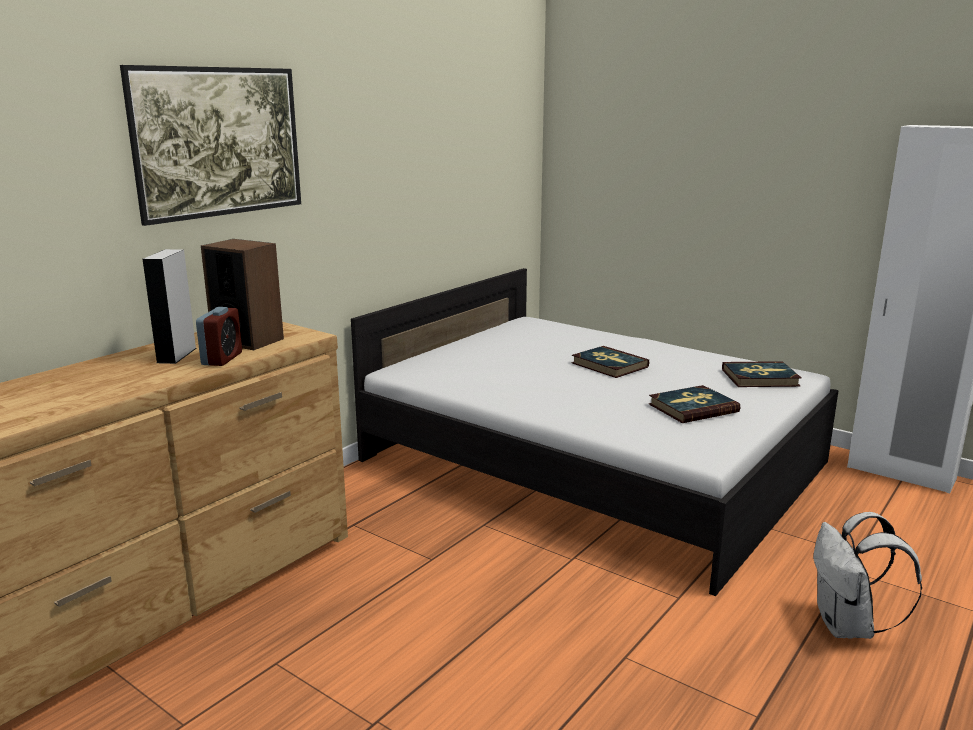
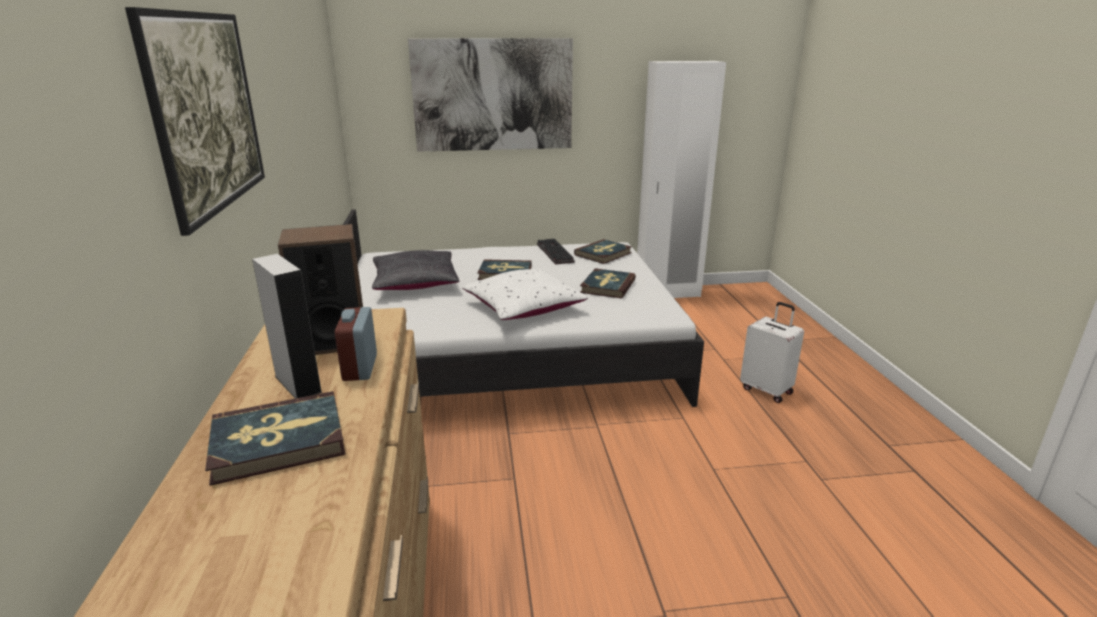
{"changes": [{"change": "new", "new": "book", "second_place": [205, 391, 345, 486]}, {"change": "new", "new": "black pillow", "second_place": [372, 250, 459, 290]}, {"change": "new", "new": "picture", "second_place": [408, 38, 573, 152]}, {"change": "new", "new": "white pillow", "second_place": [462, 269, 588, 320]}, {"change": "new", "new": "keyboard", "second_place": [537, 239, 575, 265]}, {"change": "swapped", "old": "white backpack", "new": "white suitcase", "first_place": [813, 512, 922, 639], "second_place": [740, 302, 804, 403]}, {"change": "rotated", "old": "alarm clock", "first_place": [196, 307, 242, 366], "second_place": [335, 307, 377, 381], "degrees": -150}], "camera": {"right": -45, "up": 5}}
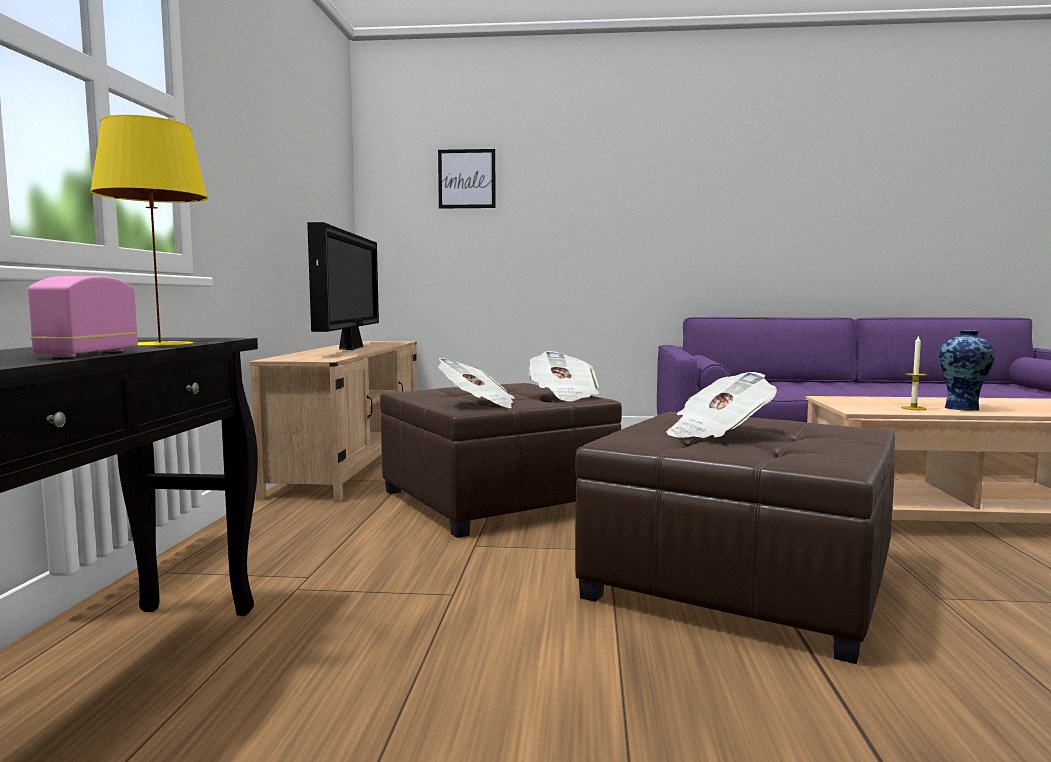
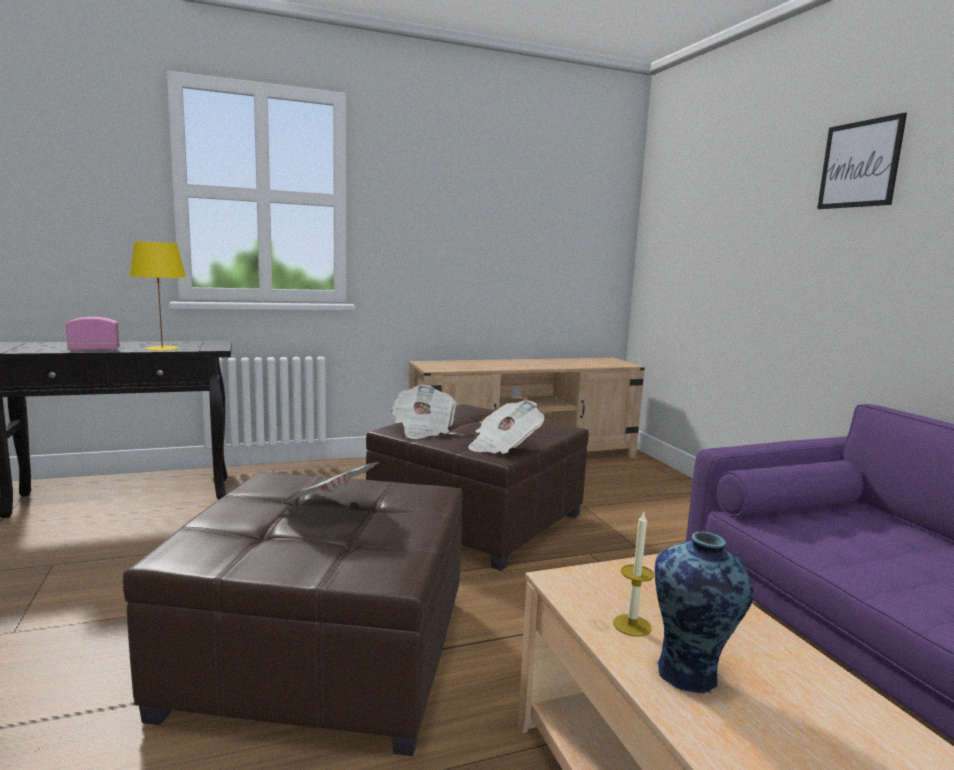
{"changes": [{"change": "gone", "old": "television", "first_place": [307, 222, 379, 350]}, {"change": "shifted", "old": "picture", "first_place": [438, 149, 496, 209], "second_place": [817, 113, 907, 209]}], "camera": {"right": 65, "up": 5}}
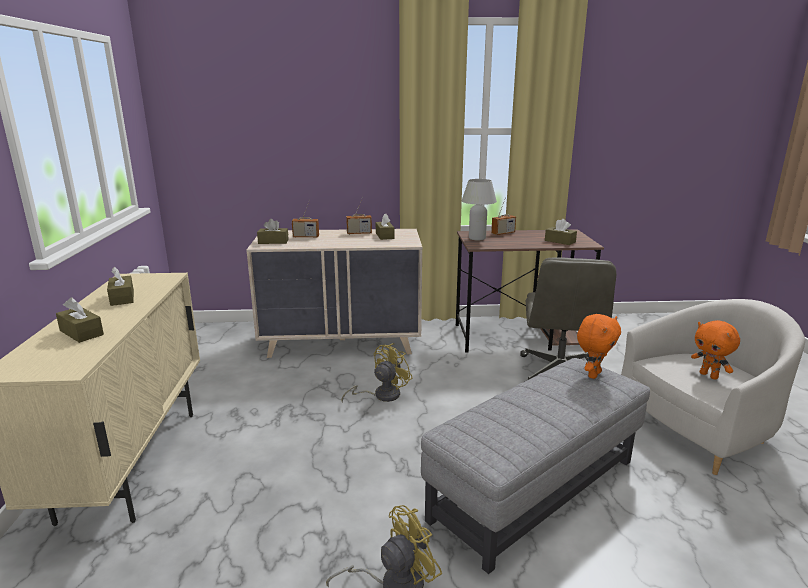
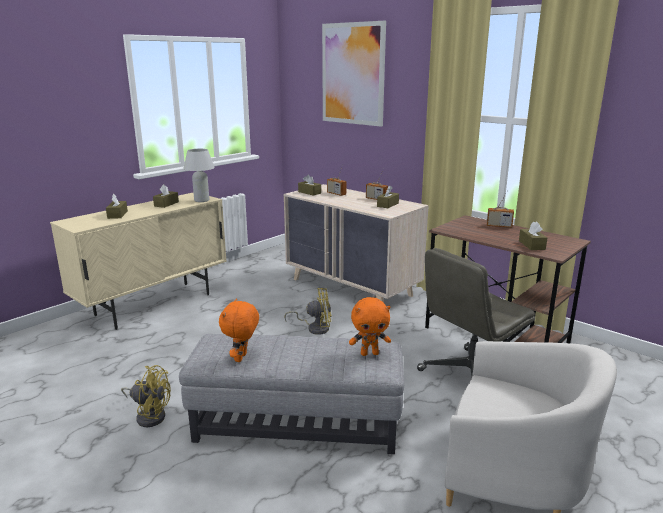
{"changes": [{"change": "new", "new": "picture", "second_place": [322, 21, 386, 126]}, {"change": "shifted", "old": "white table lamp", "first_place": [462, 179, 497, 240], "second_place": [183, 149, 215, 202]}, {"change": "shifted", "old": "orange plush toy", "first_place": [691, 320, 740, 380], "second_place": [219, 298, 259, 362]}], "camera": {"right": 45, "up": 0}}
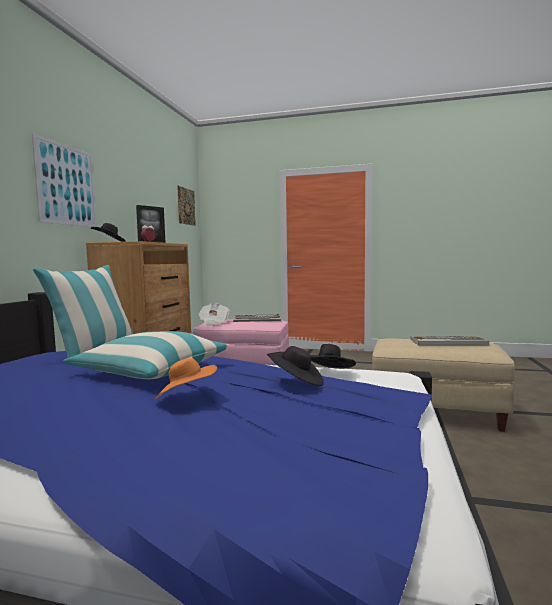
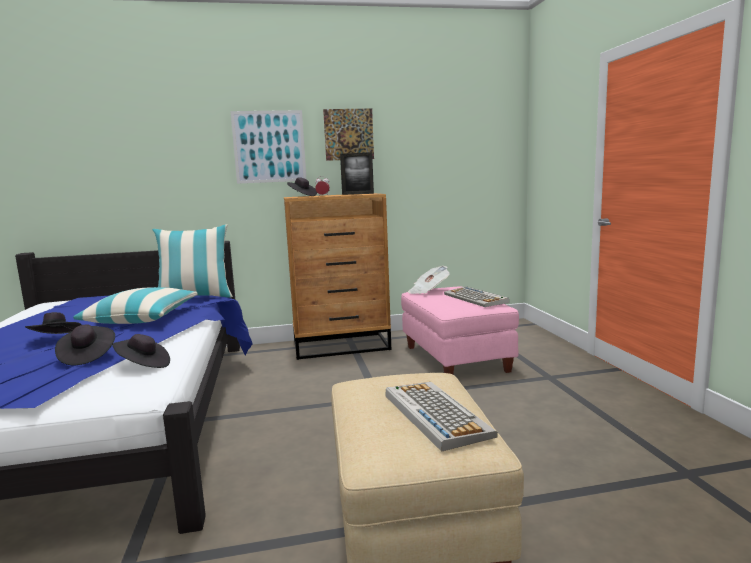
{"changes": [{"change": "shifted", "old": "picture", "first_place": [177, 186, 196, 226], "second_place": [323, 108, 374, 161]}, {"change": "repainted", "old": "orange hat", "new": "black hat", "first_place": [154, 358, 217, 400], "second_place": [25, 312, 82, 334]}], "camera": {"right": 65, "up": 5}}
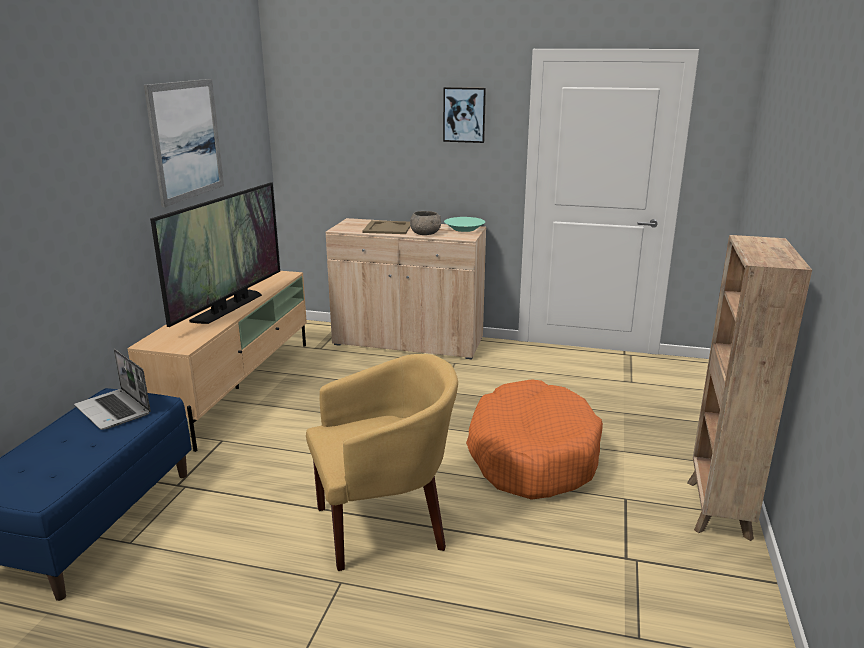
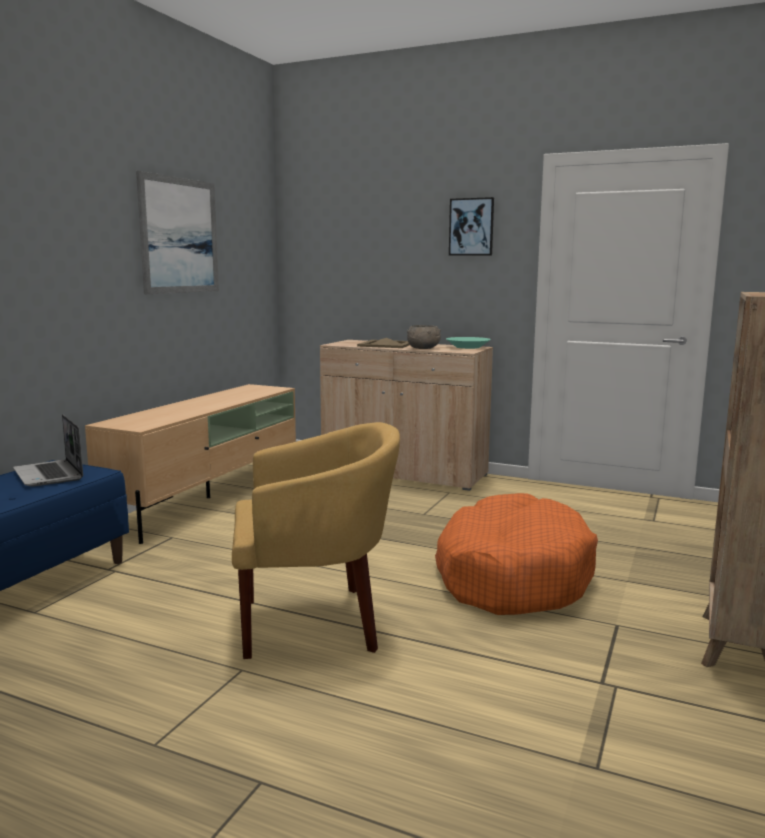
{"changes": [{"change": "gone", "old": "television", "first_place": [150, 182, 280, 327]}], "camera": {"right": 10, "up": -10}}
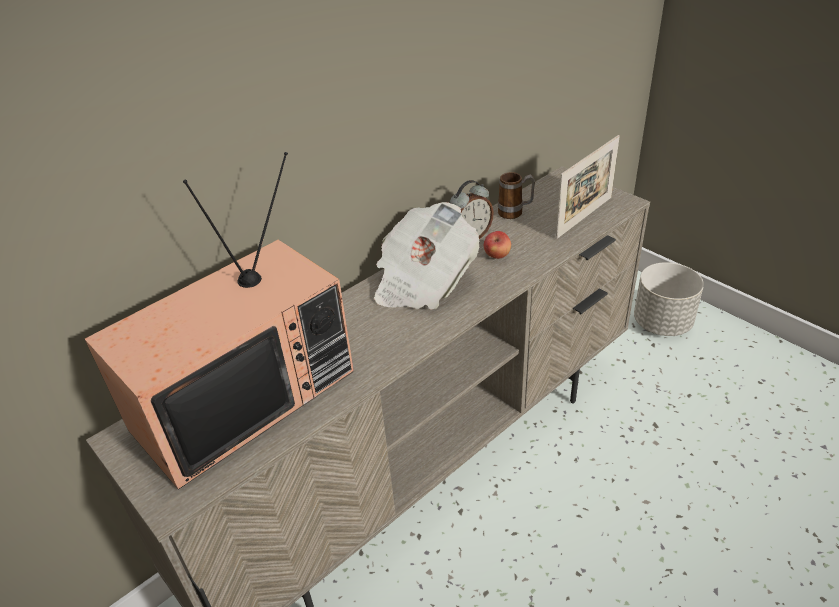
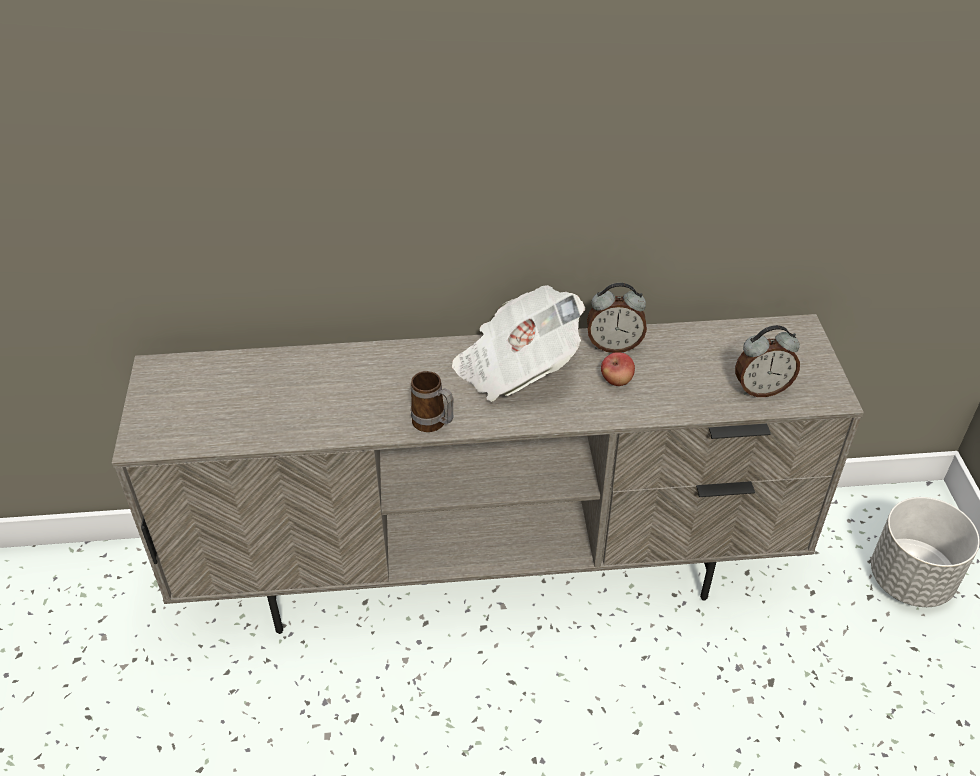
{"changes": [{"change": "gone", "old": "television", "first_place": [85, 152, 354, 490]}, {"change": "shifted", "old": "mug", "first_place": [498, 172, 535, 219], "second_place": [411, 371, 454, 432]}, {"change": "swapped", "old": "picture frame", "new": "alarm clock", "first_place": [556, 135, 620, 239], "second_place": [735, 325, 800, 397]}], "camera": {"right": 35, "up": 5}}
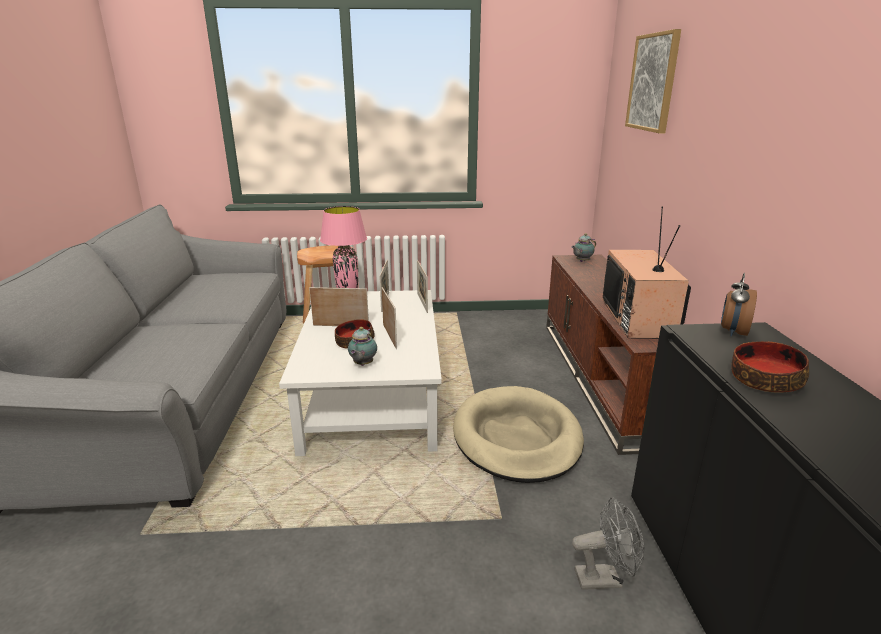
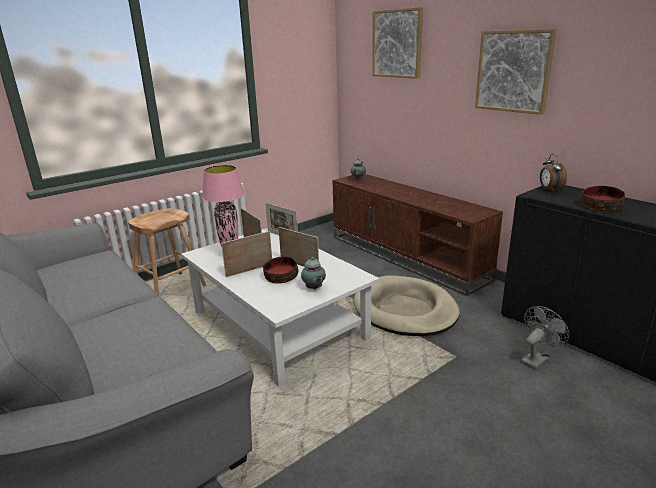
{"changes": [{"change": "gone", "old": "television", "first_place": [602, 206, 691, 339]}, {"change": "new", "new": "picture", "second_place": [475, 29, 557, 115]}], "camera": {"right": -35, "up": 0}}
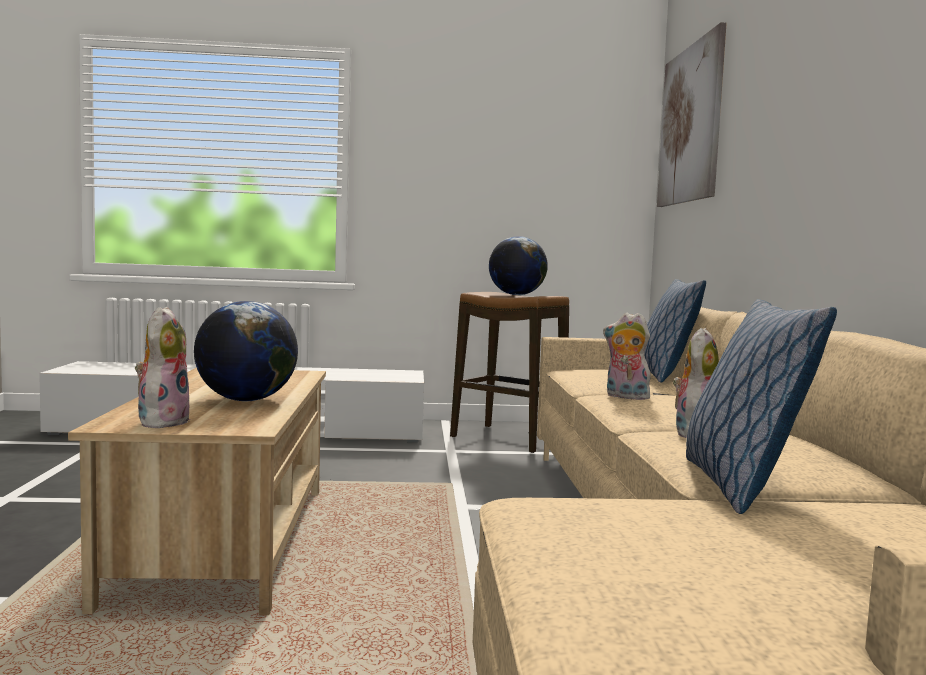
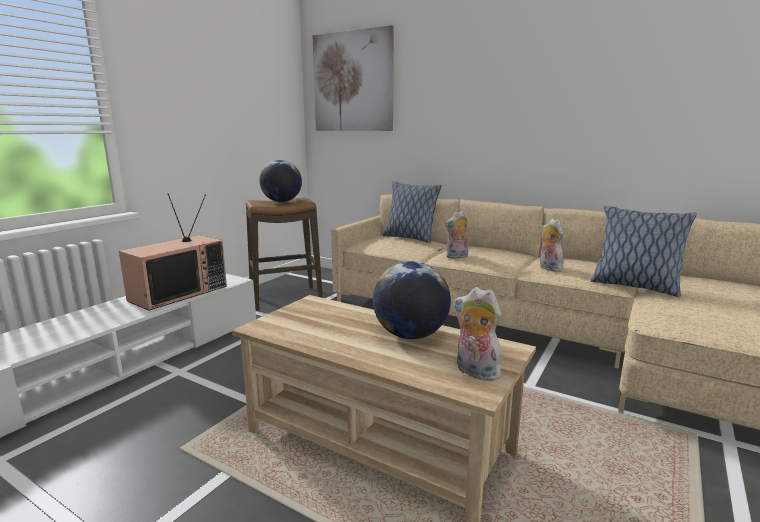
{"changes": [{"change": "new", "new": "television", "second_place": [119, 193, 227, 311]}], "camera": {"right": -55, "up": 10}}
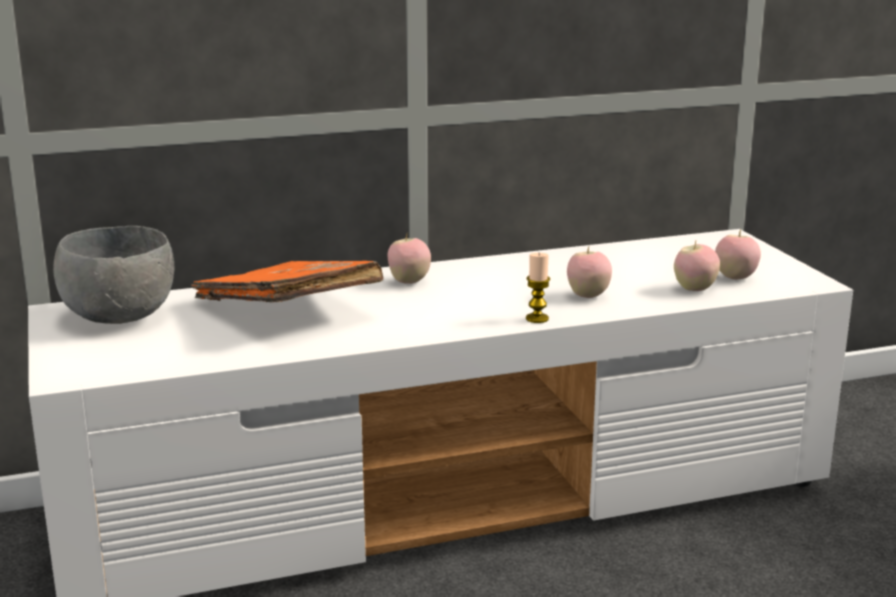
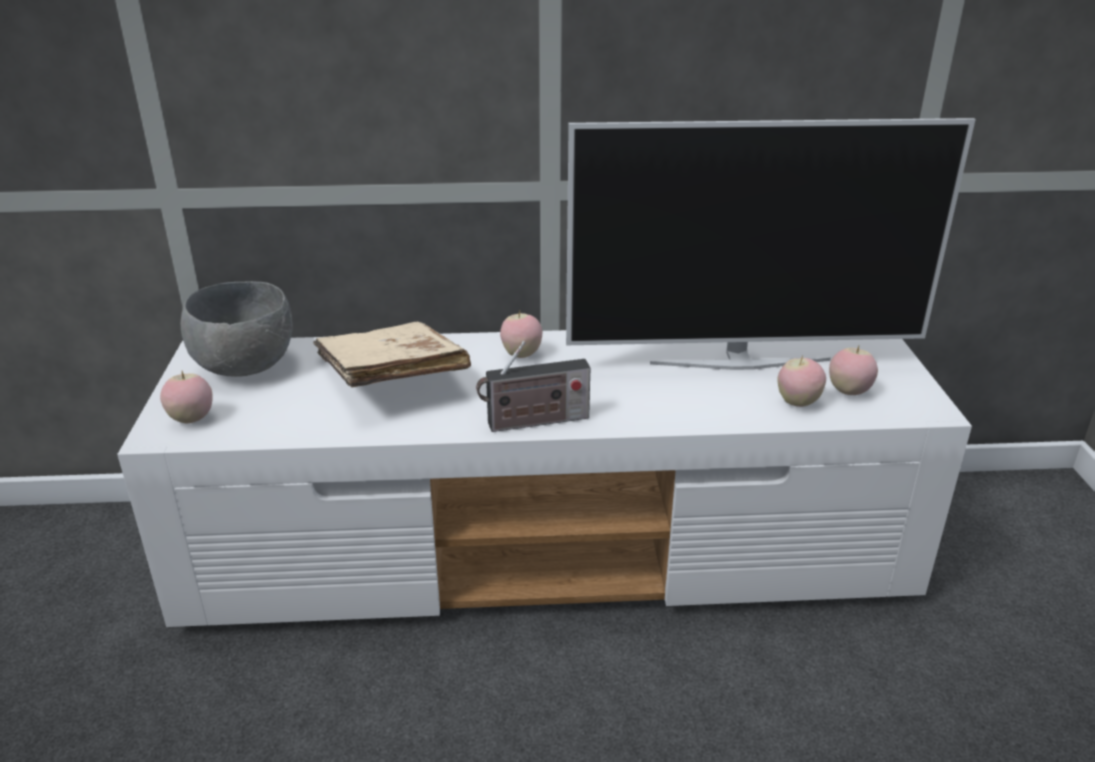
{"changes": [{"change": "gone", "old": "candle", "first_place": [526, 253, 550, 323]}, {"change": "new", "new": "radio", "second_place": [476, 341, 590, 432]}, {"change": "new", "new": "television", "second_place": [566, 118, 976, 370]}, {"change": "shifted", "old": "apple", "first_place": [567, 247, 612, 298], "second_place": [160, 371, 213, 423]}, {"change": "repainted", "old": "orange book", "new": "beige book", "first_place": [191, 261, 384, 303], "second_place": [313, 322, 471, 388]}], "camera": {"right": 15, "up": 10}}
